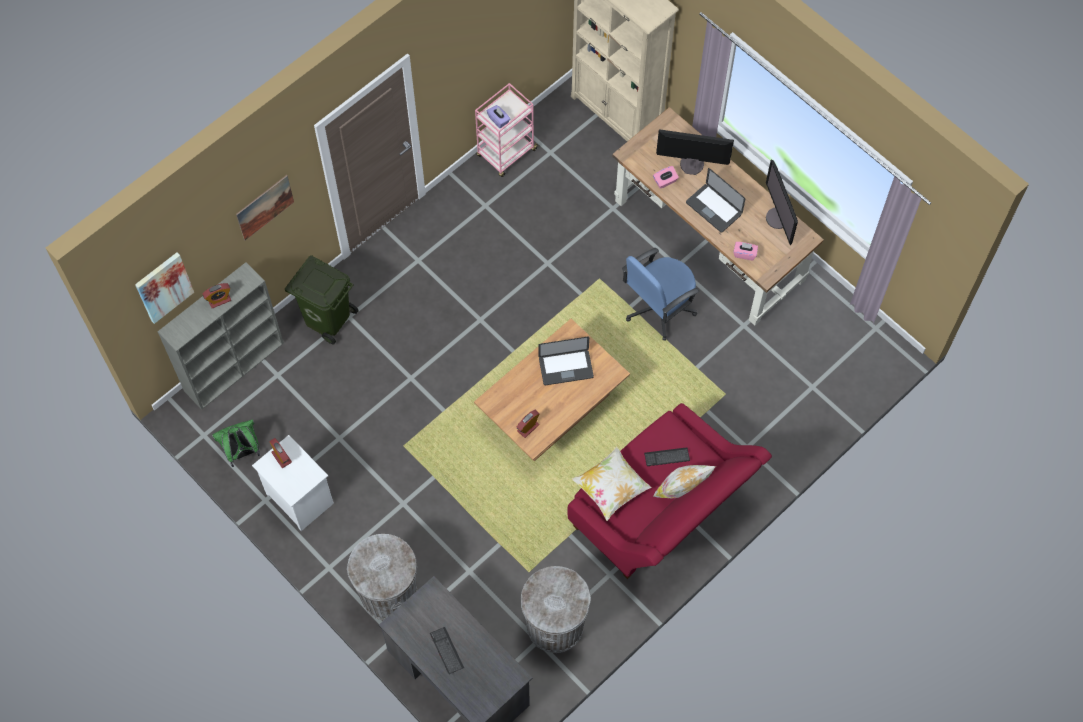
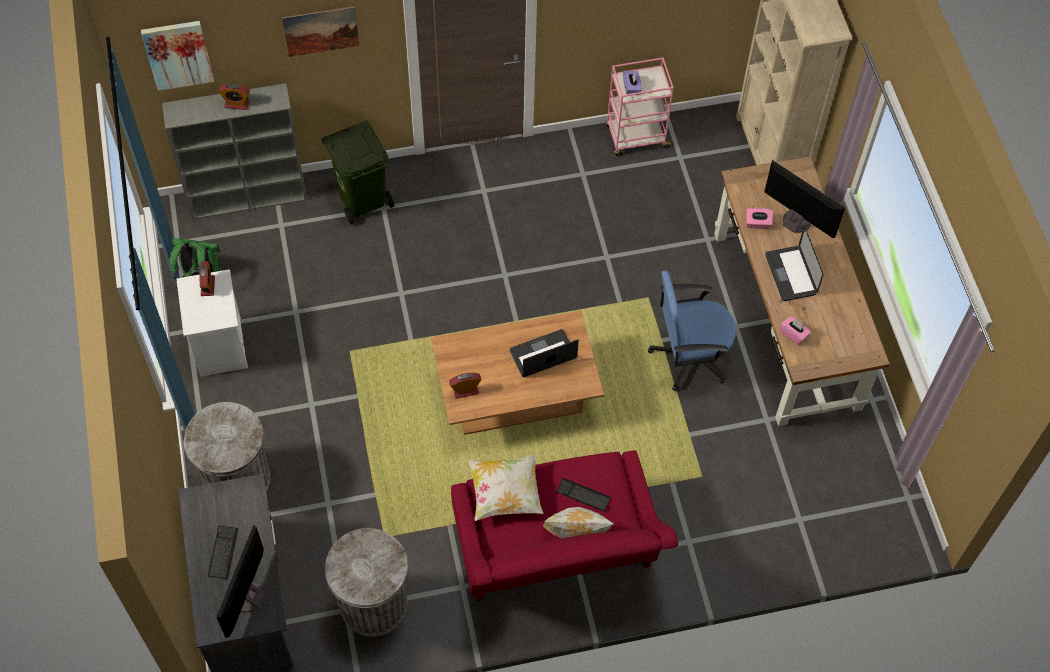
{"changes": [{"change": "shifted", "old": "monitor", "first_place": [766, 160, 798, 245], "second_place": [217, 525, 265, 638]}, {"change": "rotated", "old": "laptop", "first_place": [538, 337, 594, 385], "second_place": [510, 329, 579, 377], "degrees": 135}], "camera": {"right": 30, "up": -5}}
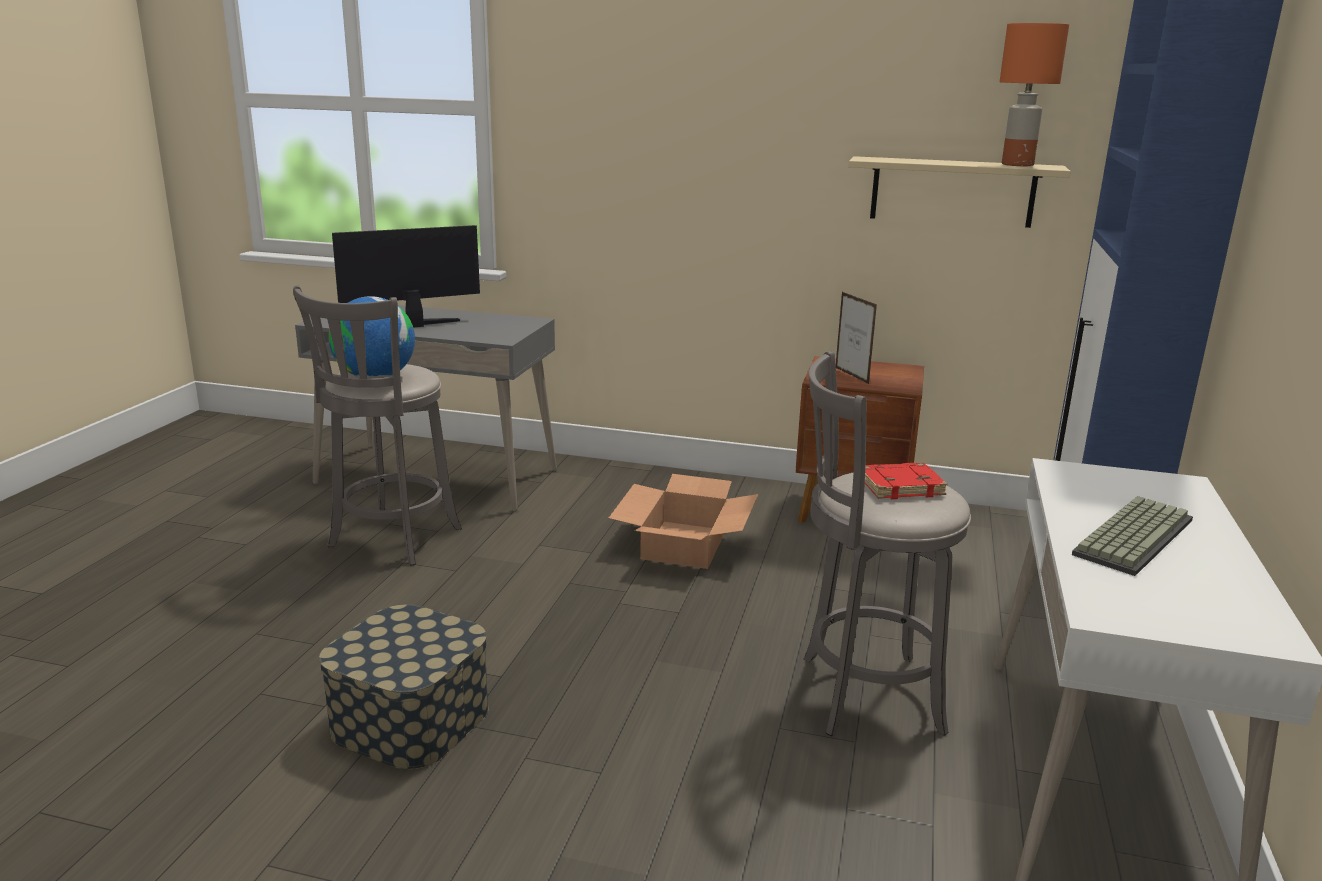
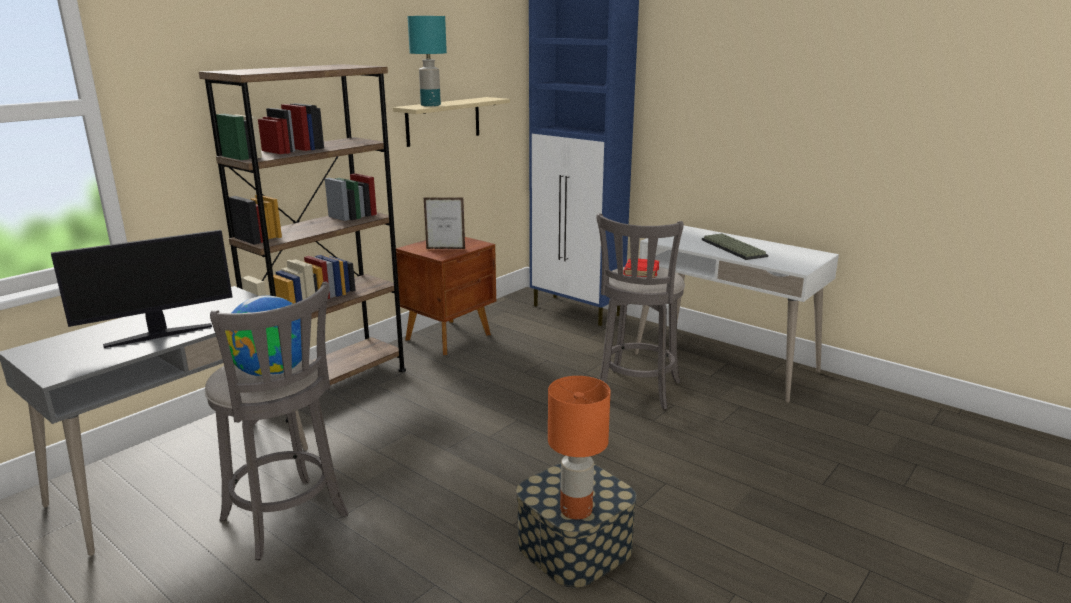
{"changes": [{"change": "gone", "old": "cardboard box", "first_place": [609, 474, 758, 569]}, {"change": "new", "new": "brown bookcase", "second_place": [199, 64, 406, 423]}, {"change": "new", "new": "turquoise table lamp", "second_place": [407, 16, 447, 106]}, {"change": "shifted", "old": "orange table lamp", "first_place": [1000, 23, 1069, 166], "second_place": [548, 376, 610, 519]}, {"change": "rotated", "old": "monitor", "first_place": [332, 225, 480, 328], "second_place": [51, 230, 233, 348], "degrees": -120}], "camera": {"right": -65, "up": 0}}
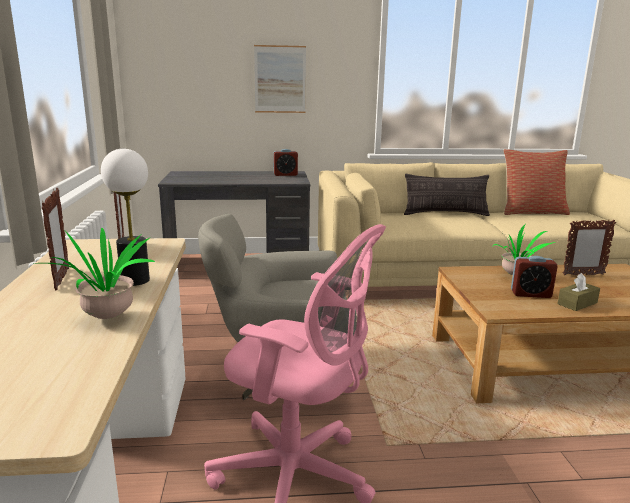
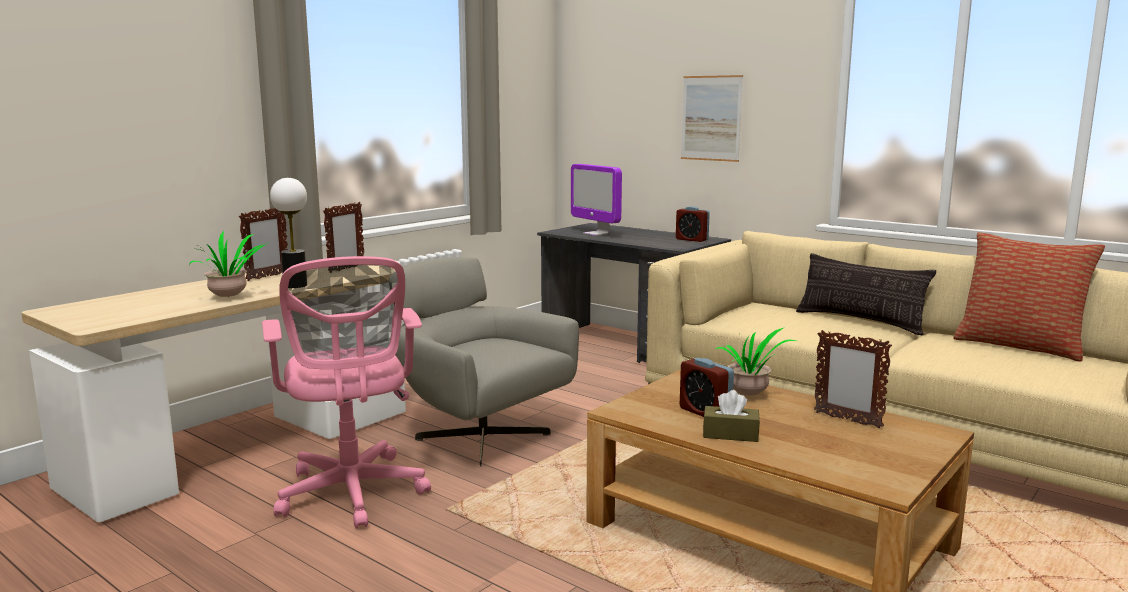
{"changes": [{"change": "new", "new": "monitor", "second_place": [571, 164, 622, 236]}], "camera": {"right": 45, "up": -5}}
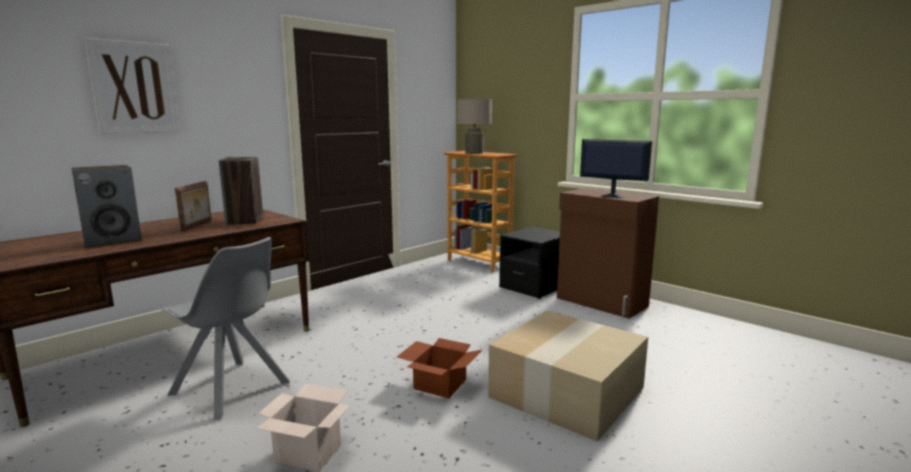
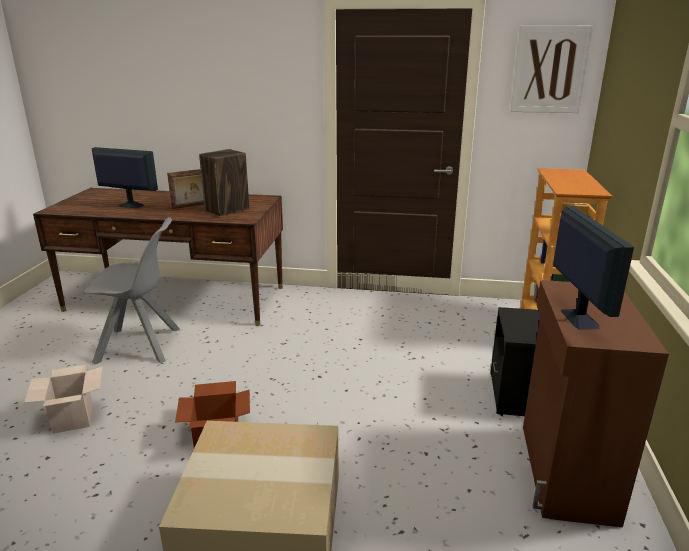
{"changes": [{"change": "gone", "old": "beige table lamp", "first_place": [457, 99, 492, 154]}, {"change": "shifted", "old": "picture", "first_place": [84, 38, 180, 134], "second_place": [510, 26, 593, 113]}, {"change": "swapped", "old": "speaker", "new": "monitor", "first_place": [72, 165, 142, 247], "second_place": [92, 147, 158, 208]}, {"change": "rotated", "old": "grey chair", "first_place": [161, 237, 290, 420], "second_place": [83, 217, 180, 364], "degrees": -90}], "camera": {"right": 55, "up": 10}}
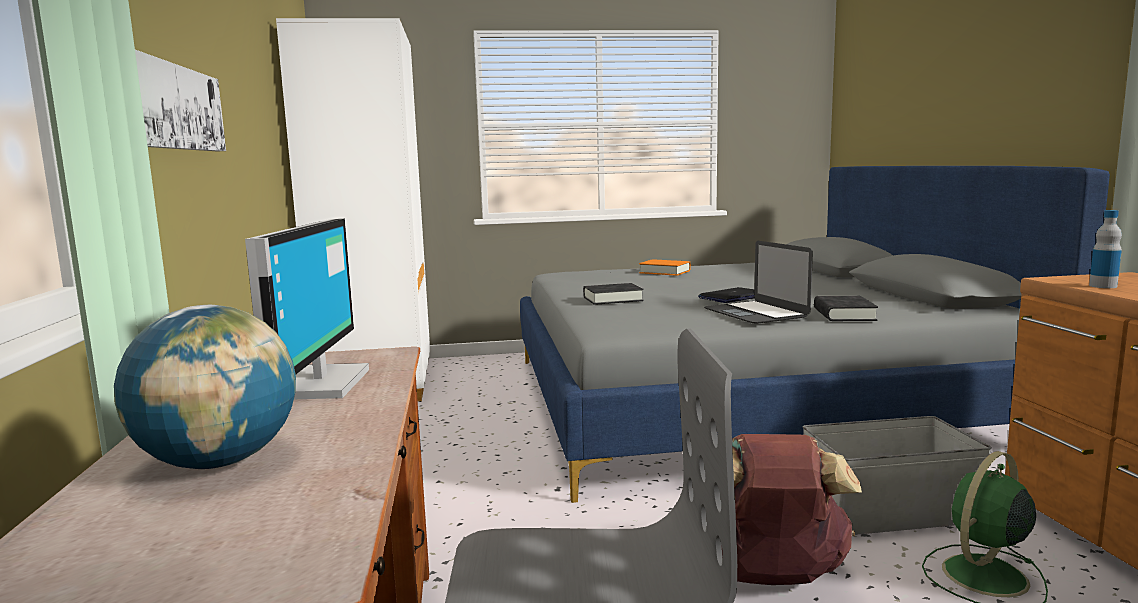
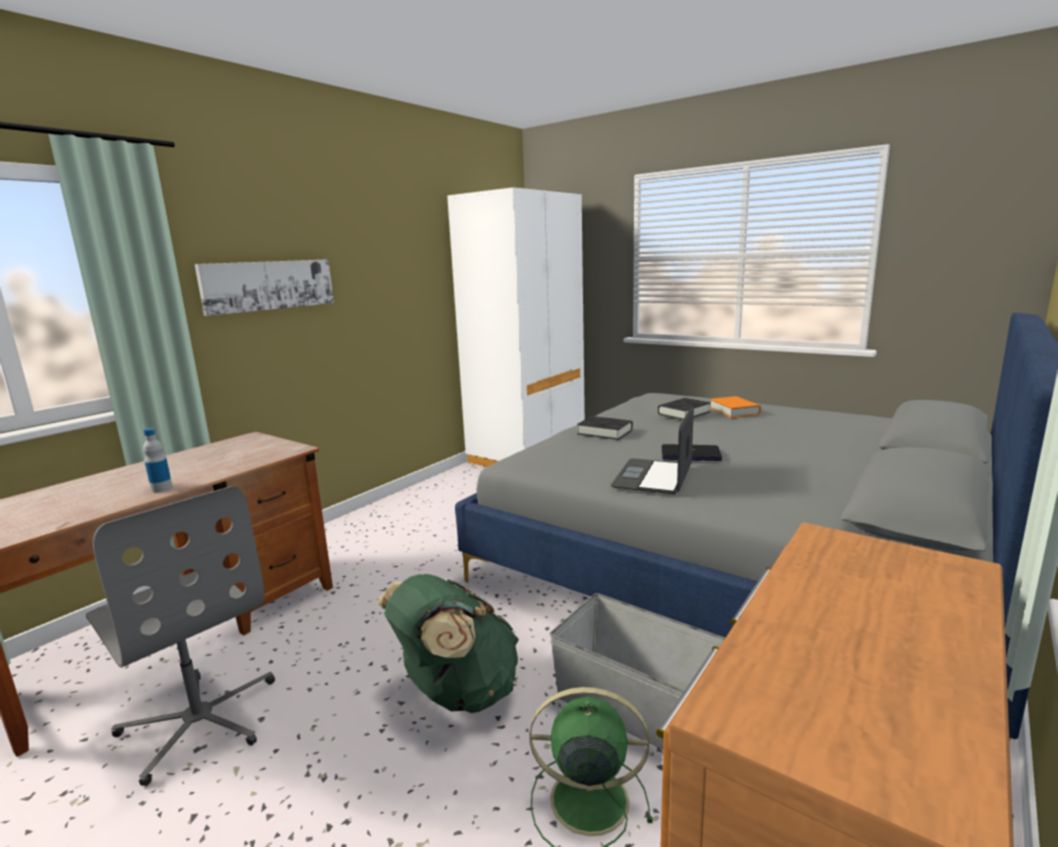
{"changes": [{"change": "gone", "old": "globe", "first_place": [114, 305, 296, 469]}, {"change": "gone", "old": "monitor", "first_place": [245, 218, 369, 399]}, {"change": "shifted", "old": "black book", "first_place": [814, 296, 878, 321], "second_place": [658, 398, 710, 420]}, {"change": "shifted", "old": "bottle", "first_place": [1089, 210, 1122, 288], "second_place": [143, 428, 173, 492]}, {"change": "repainted", "old": "brown backpack", "new": "green backpack", "first_place": [722, 434, 862, 585], "second_place": [377, 574, 519, 713]}], "camera": {"right": 45, "up": 5}}
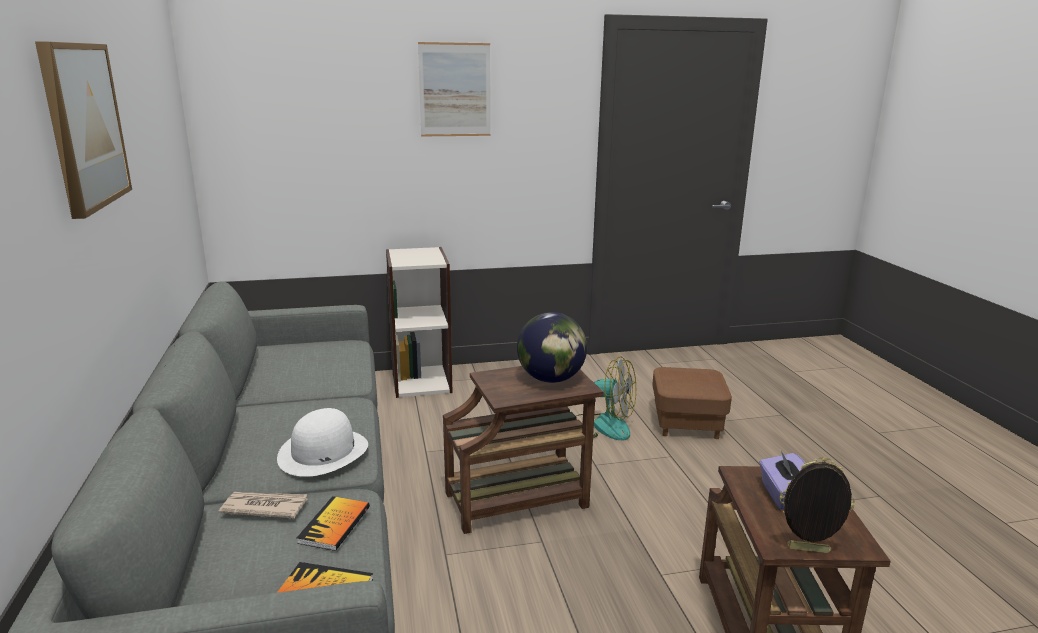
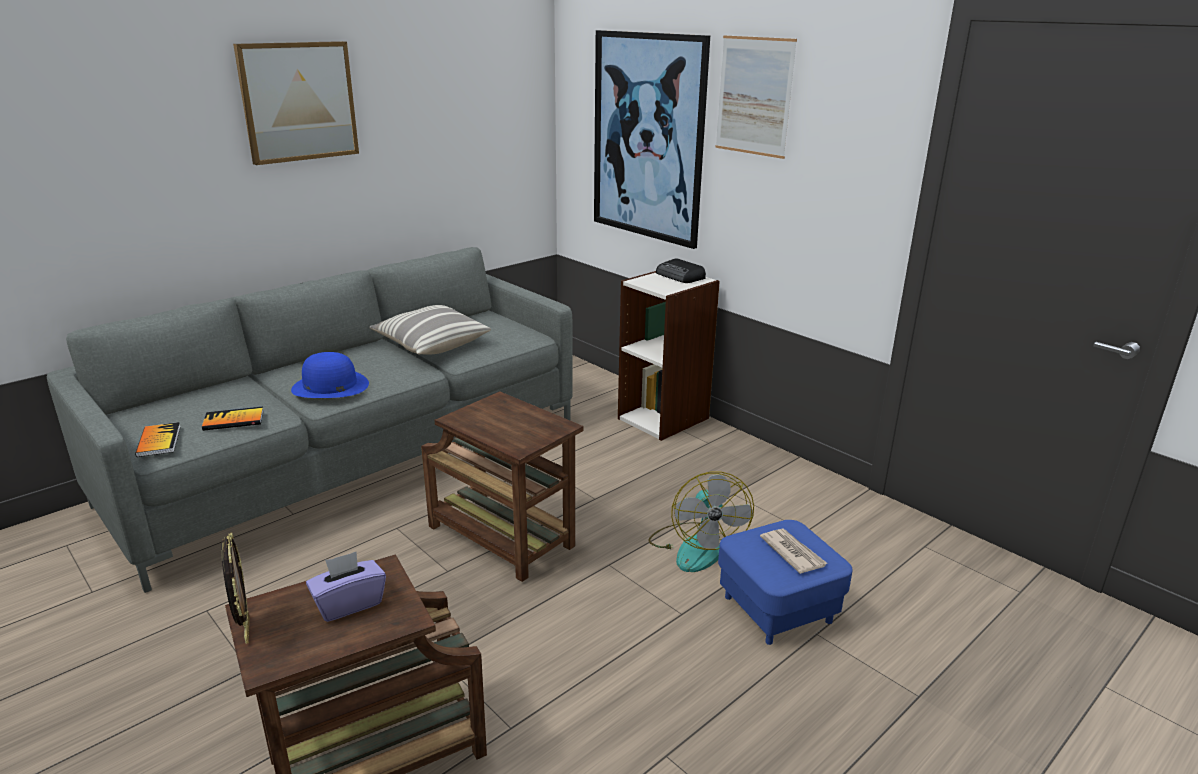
{"changes": [{"change": "gone", "old": "globe", "first_place": [517, 312, 587, 383]}, {"change": "new", "new": "pillow", "second_place": [369, 305, 491, 355]}, {"change": "new", "new": "picture", "second_place": [594, 30, 710, 249]}, {"change": "new", "new": "radio", "second_place": [656, 258, 706, 283]}, {"change": "shifted", "old": "newspaper", "first_place": [218, 492, 308, 518], "second_place": [760, 529, 828, 574]}, {"change": "repainted", "old": "white hat", "new": "blue hat", "first_place": [277, 408, 368, 477], "second_place": [291, 352, 369, 398]}, {"change": "repainted", "old": "brown ottoman", "new": "blue ottoman", "first_place": [652, 367, 732, 439], "second_place": [718, 520, 853, 645]}], "camera": {"right": 60, "up": 5}}
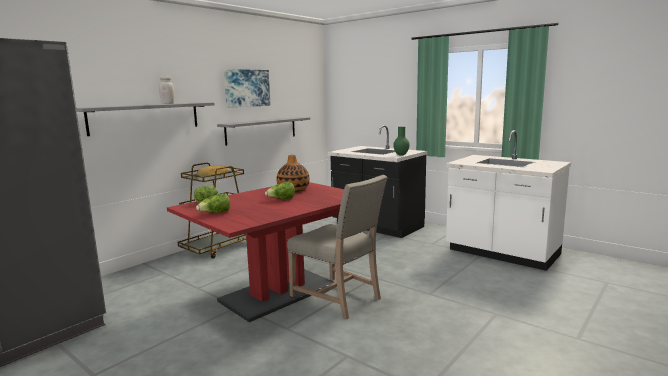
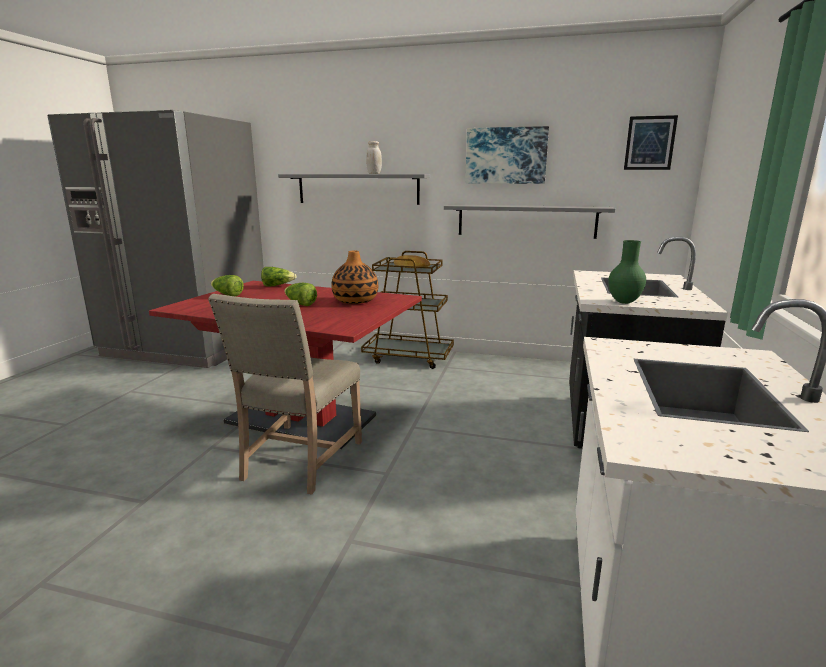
{"changes": [{"change": "new", "new": "picture", "second_place": [624, 115, 678, 170]}], "camera": {"right": 65, "up": 5}}
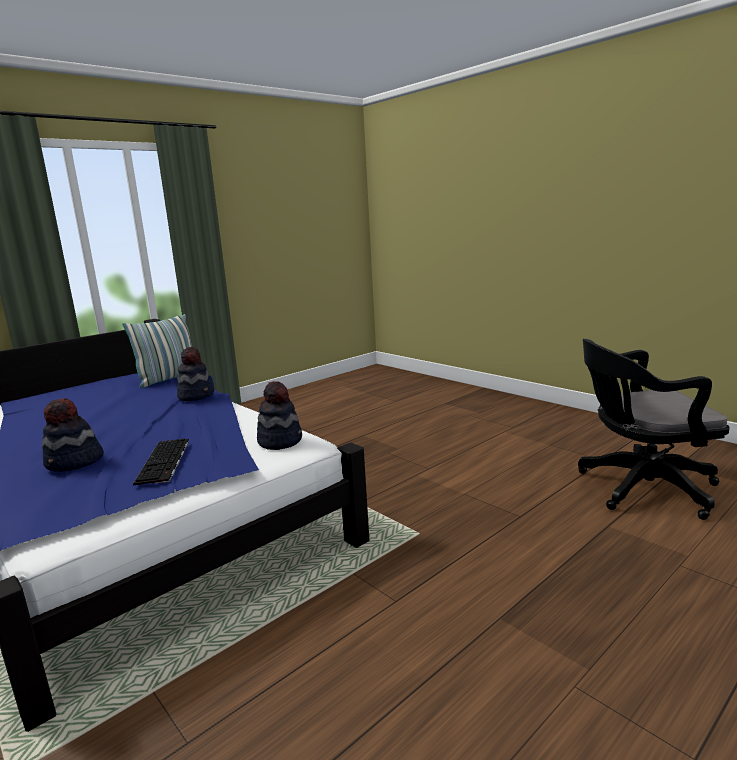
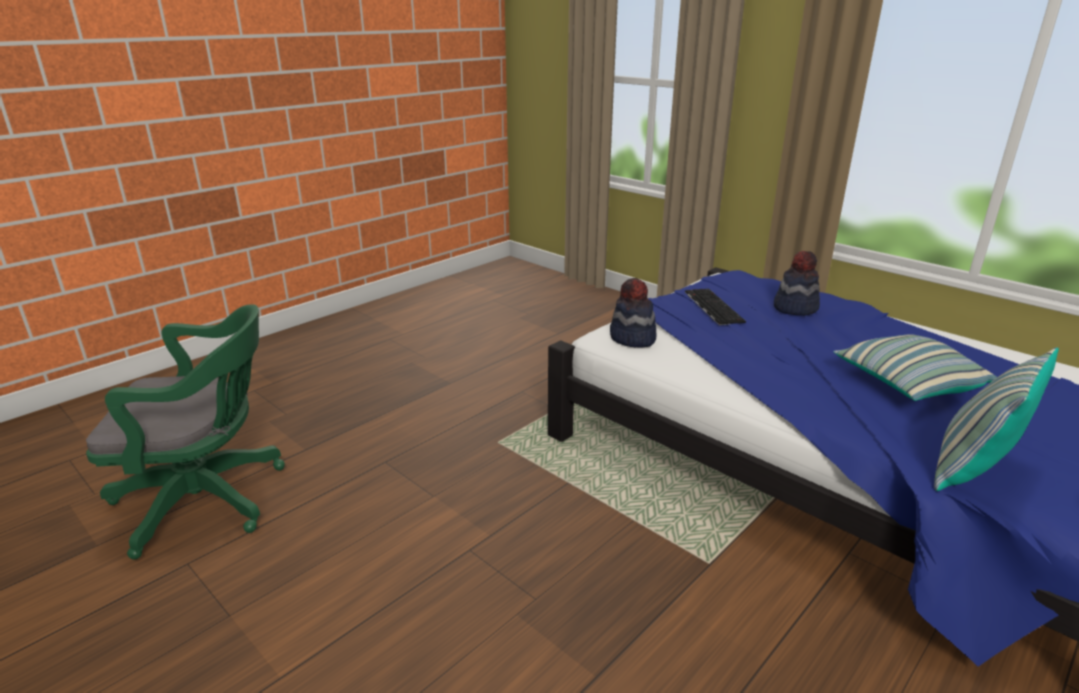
{"changes": [{"change": "gone", "old": "hat", "first_place": [177, 347, 214, 401]}, {"change": "new", "new": "pillow", "second_place": [833, 334, 997, 401]}, {"change": "repainted", "old": "black office chair", "new": "green office chair", "first_place": [578, 339, 729, 520], "second_place": [86, 304, 285, 559]}], "camera": {"right": 175, "up": 10}}
